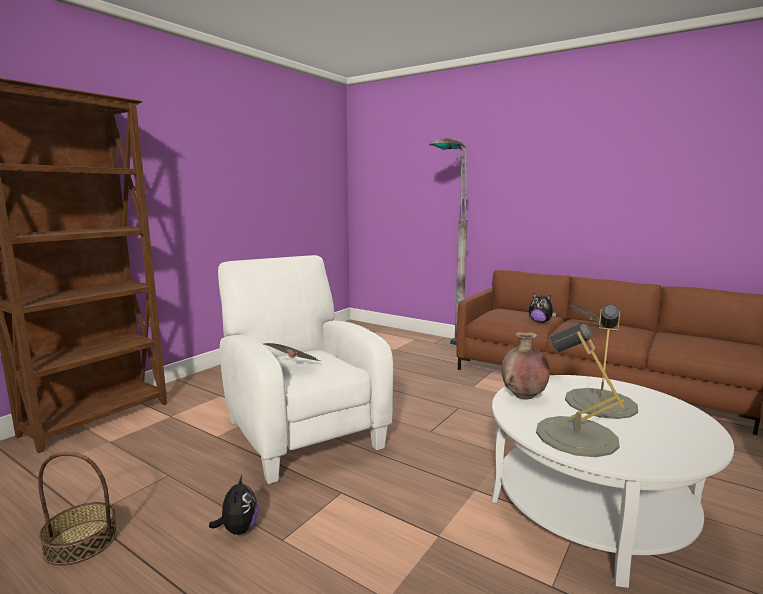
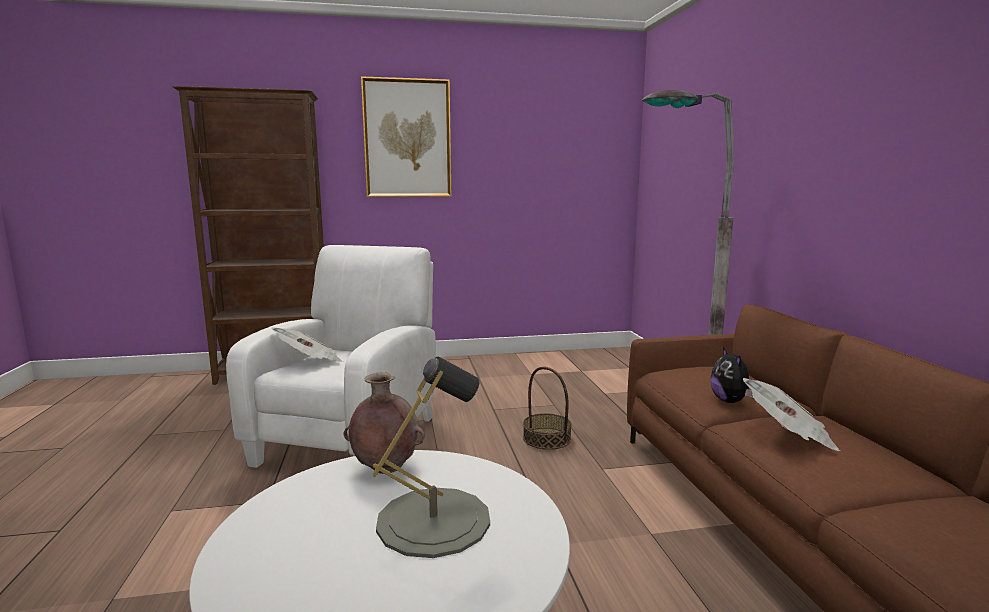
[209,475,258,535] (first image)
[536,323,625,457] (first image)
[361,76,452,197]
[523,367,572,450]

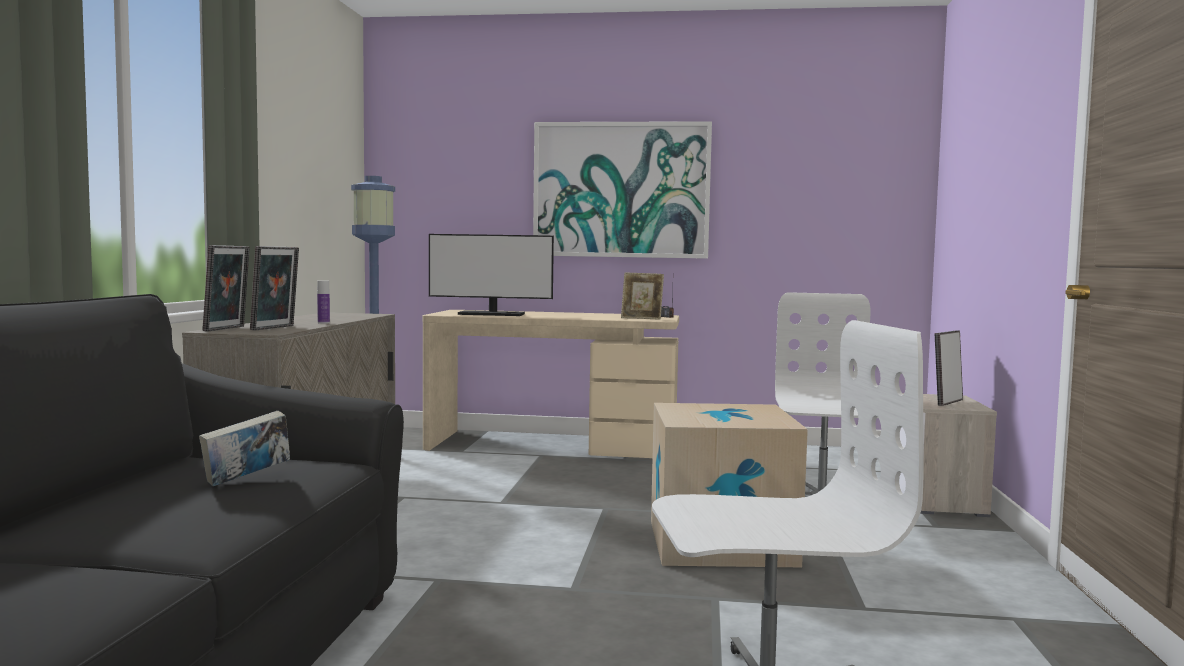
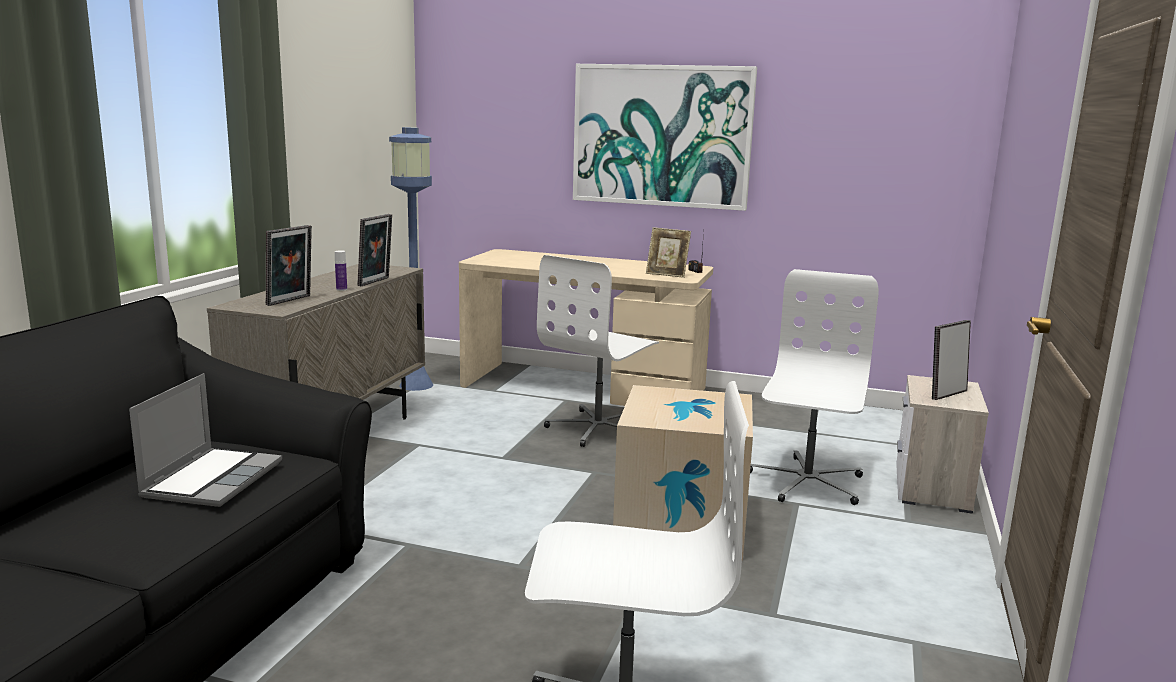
[429,234,554,316] (first image)
[537,255,659,447]
[357,214,392,286]
[129,373,282,507]

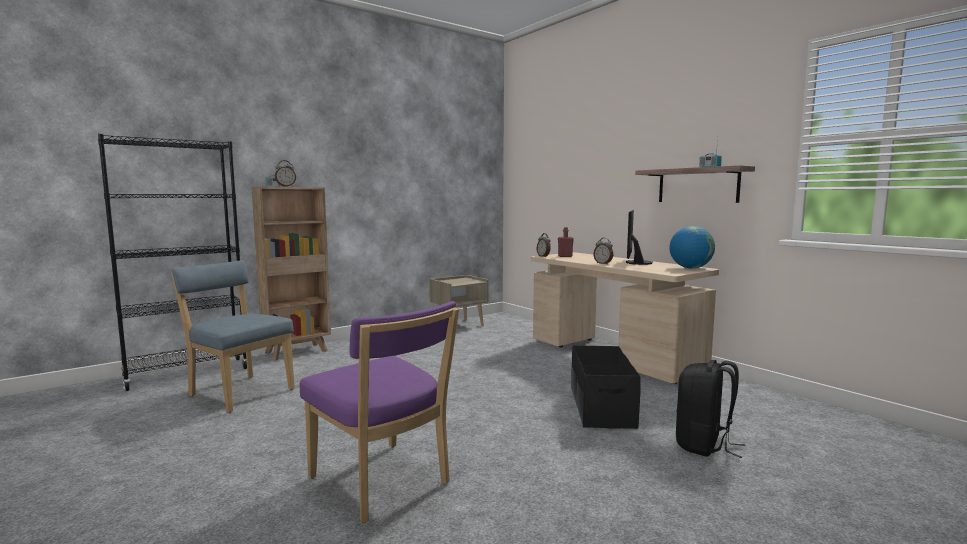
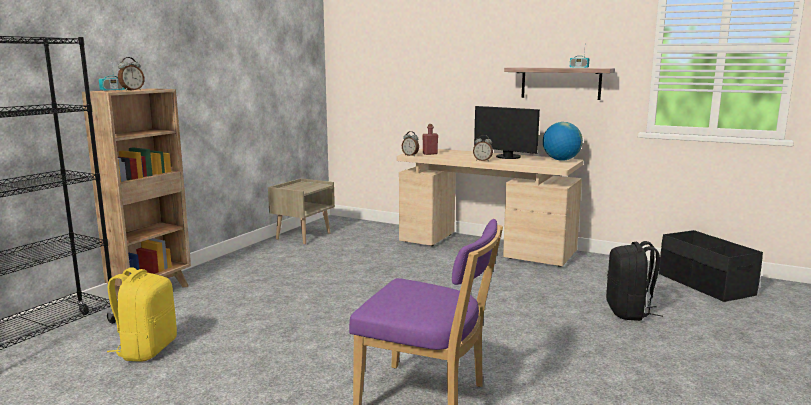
[659,230,763,302]
[107,268,177,362]
[474,106,540,159]

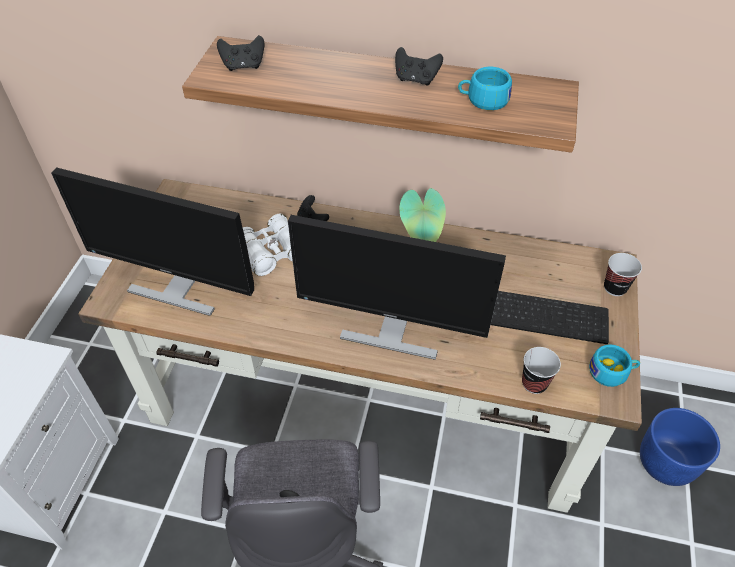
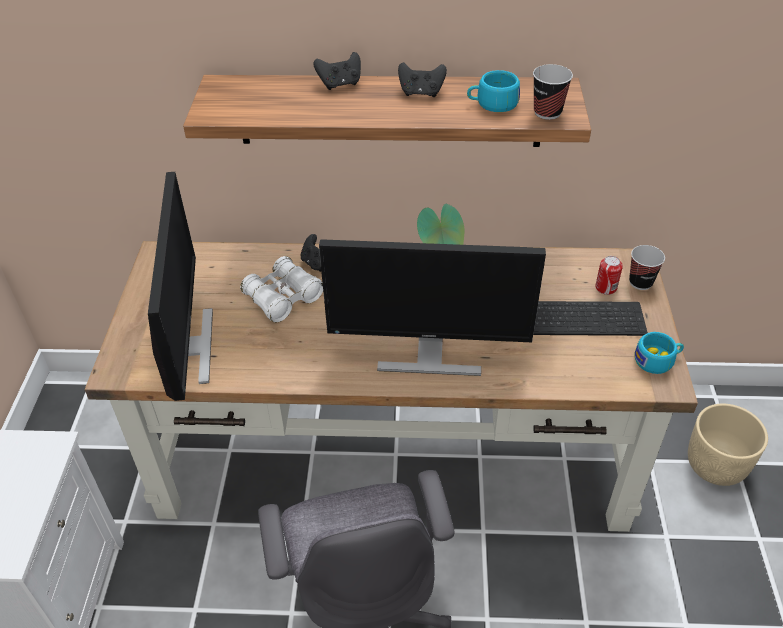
[595,256,623,295]
[313,52,361,90]
[533,64,573,120]
[688,404,768,486]
[148,172,213,401]

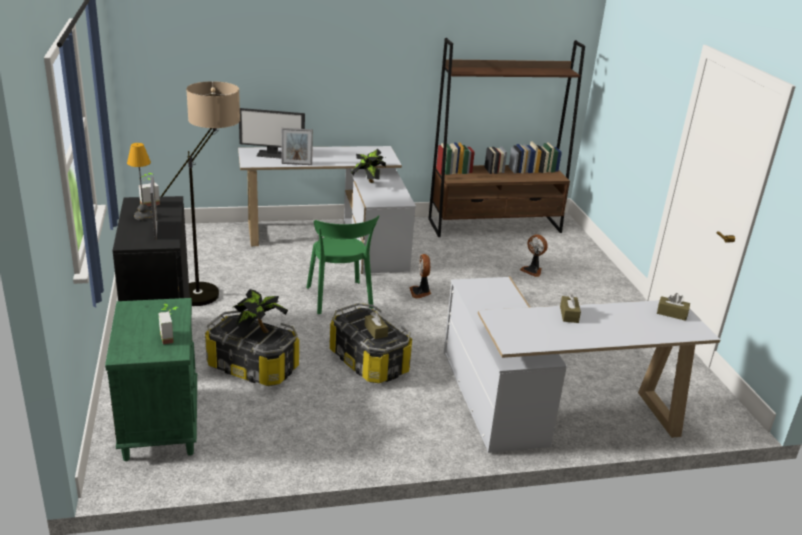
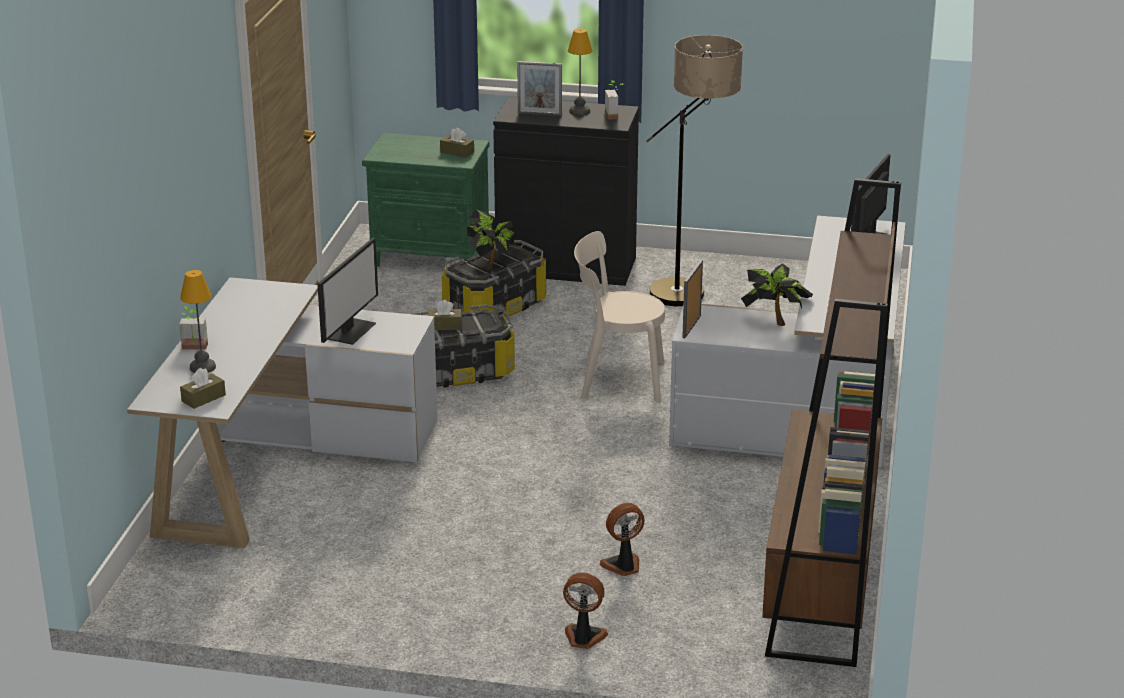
[180,270,216,373]
[317,238,378,345]
[179,306,208,350]
[682,260,703,338]
[563,573,608,649]
[440,128,474,158]
[574,231,665,402]

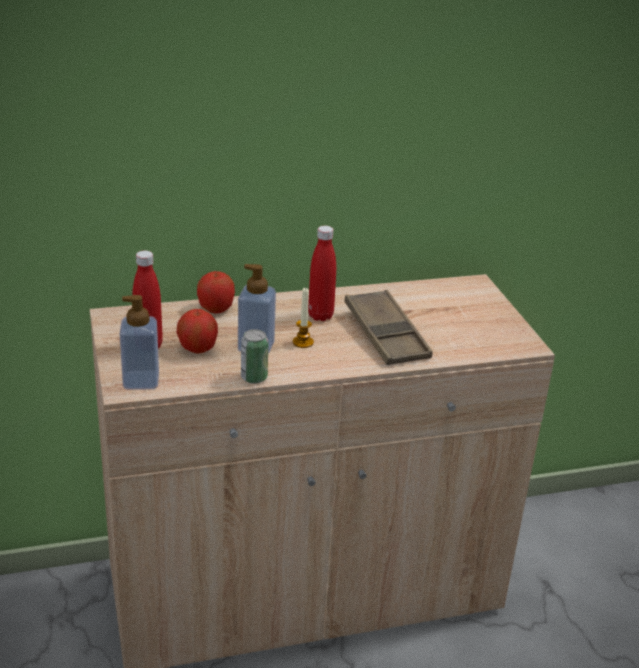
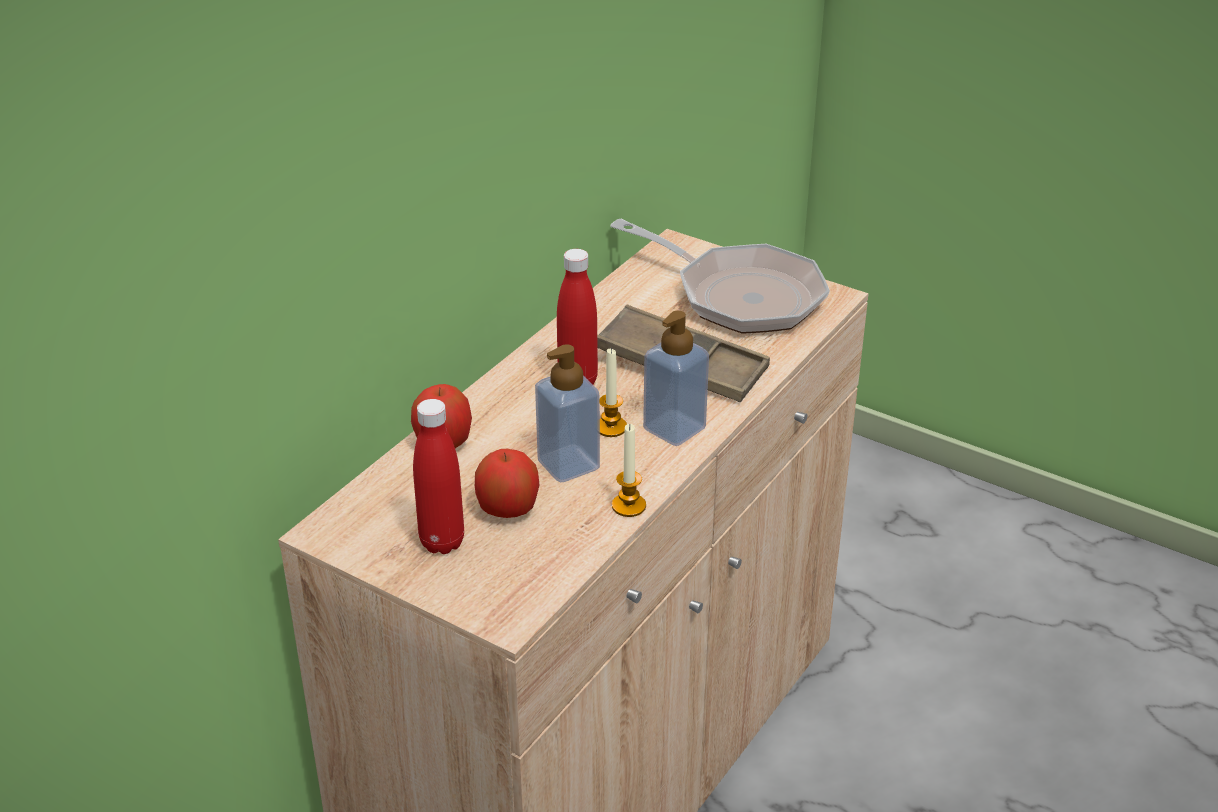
[610,219,830,334]
[643,311,709,446]
[612,424,646,517]

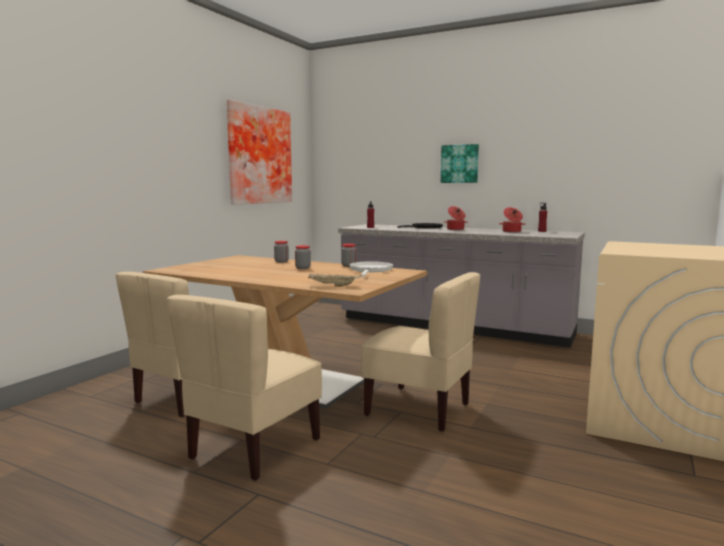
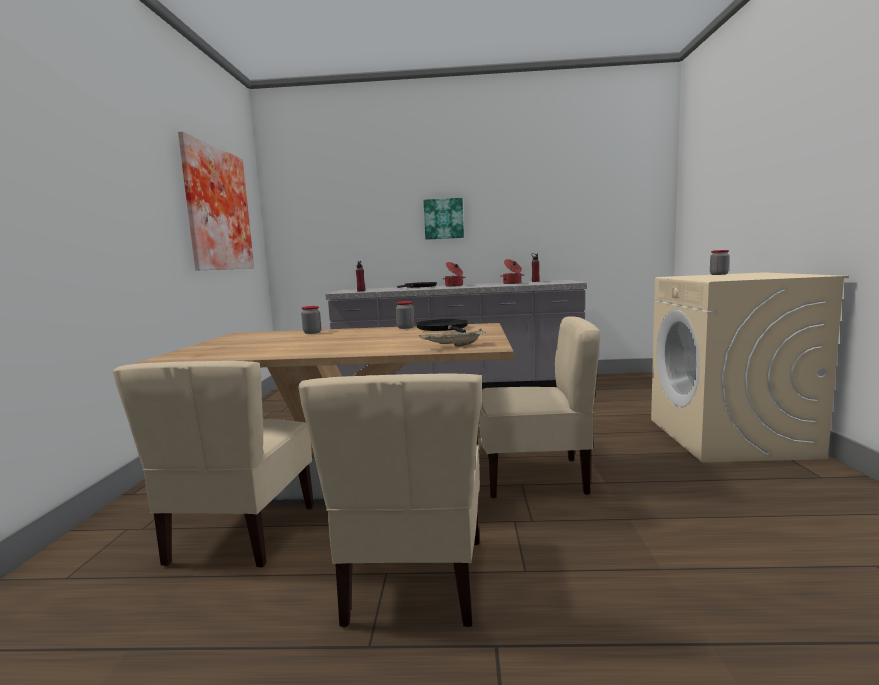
[710,250,729,275]
[416,319,468,332]

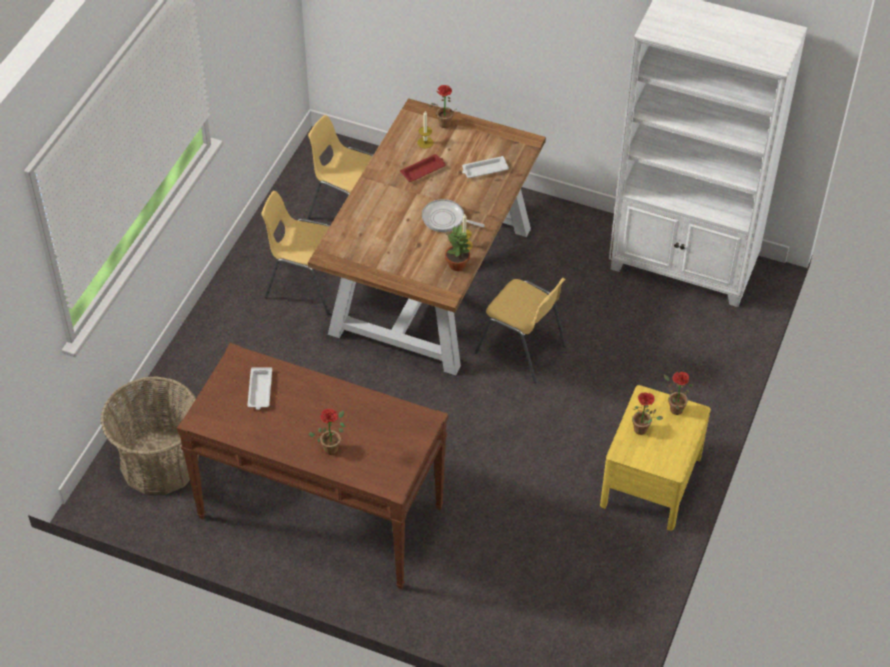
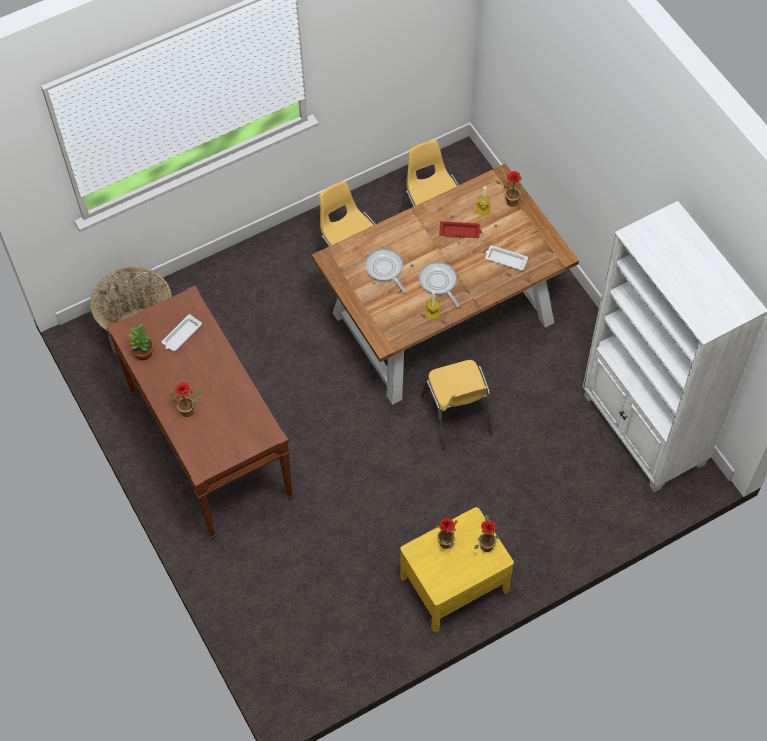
[365,249,406,293]
[128,324,154,360]

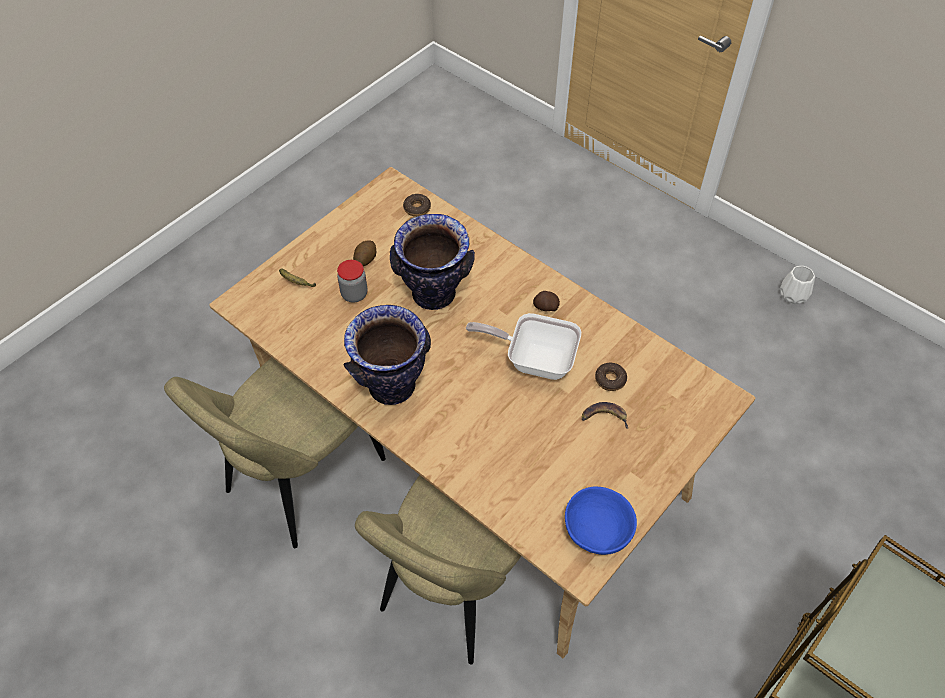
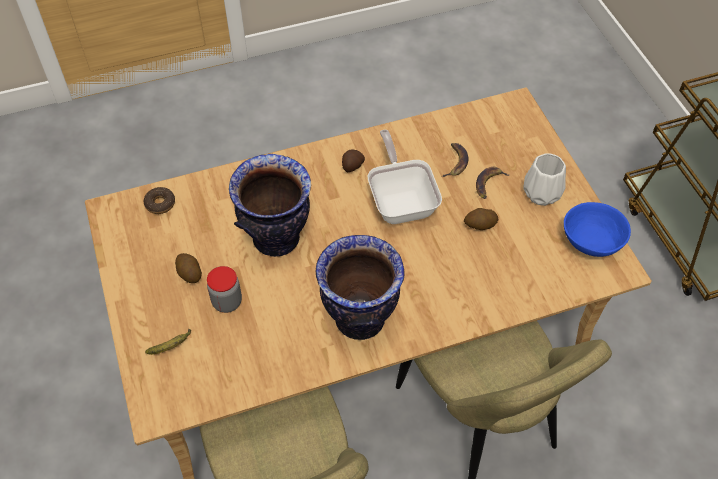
[464,208,498,230]
[523,153,566,206]
[442,143,469,177]
[367,130,442,224]

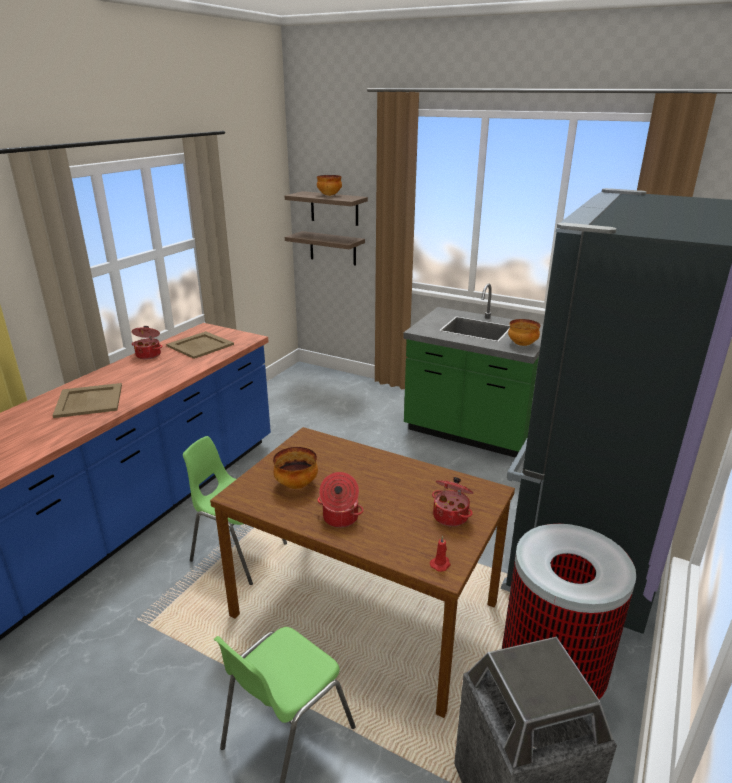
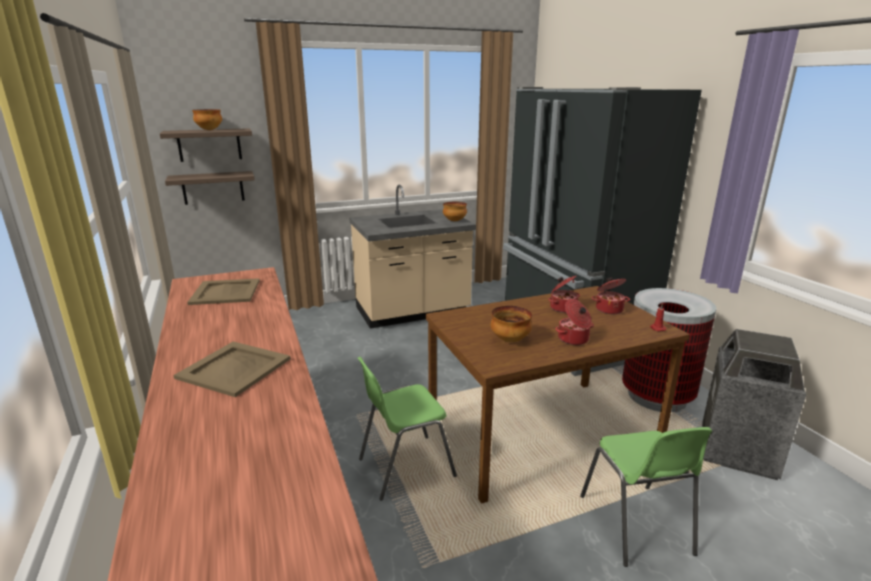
[548,276,580,313]
[349,185,476,329]

